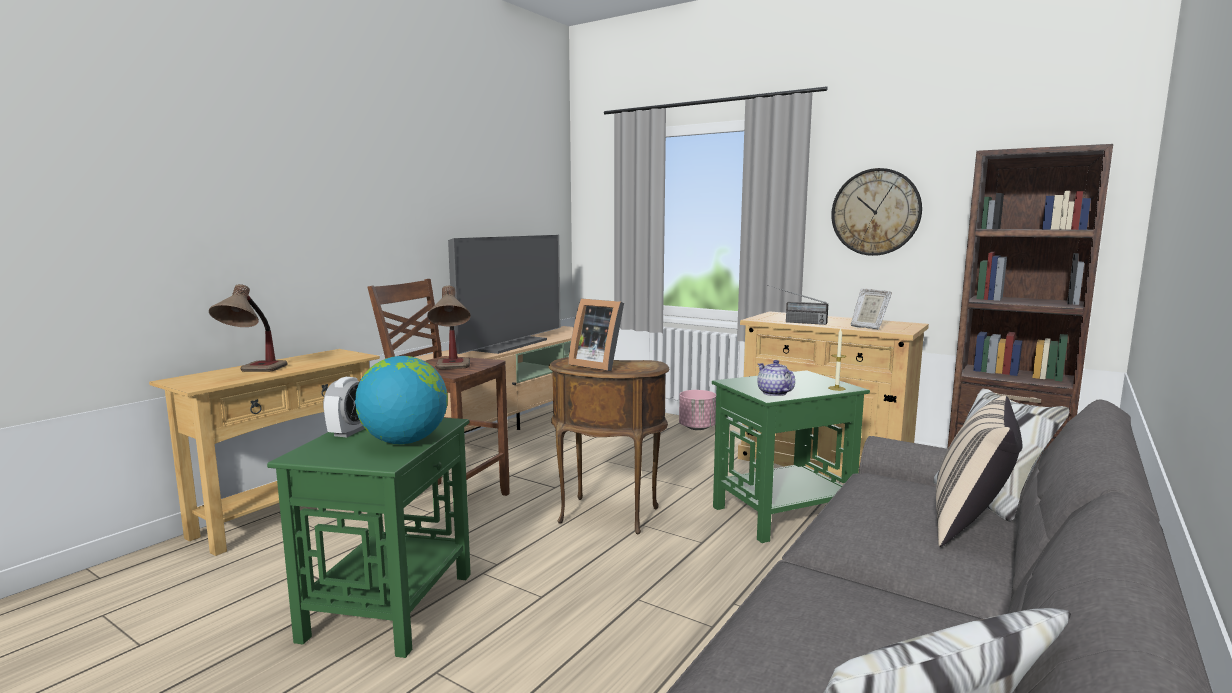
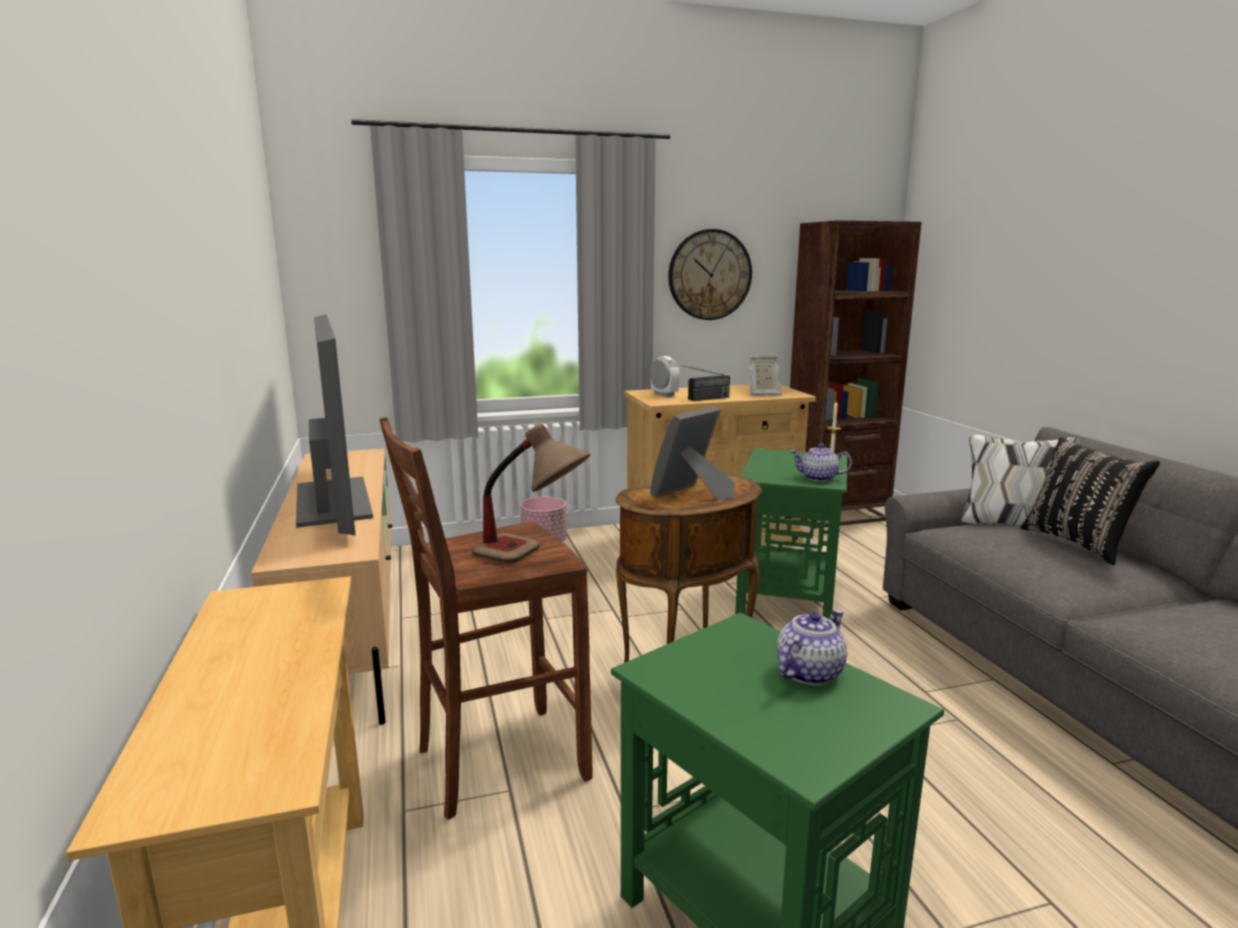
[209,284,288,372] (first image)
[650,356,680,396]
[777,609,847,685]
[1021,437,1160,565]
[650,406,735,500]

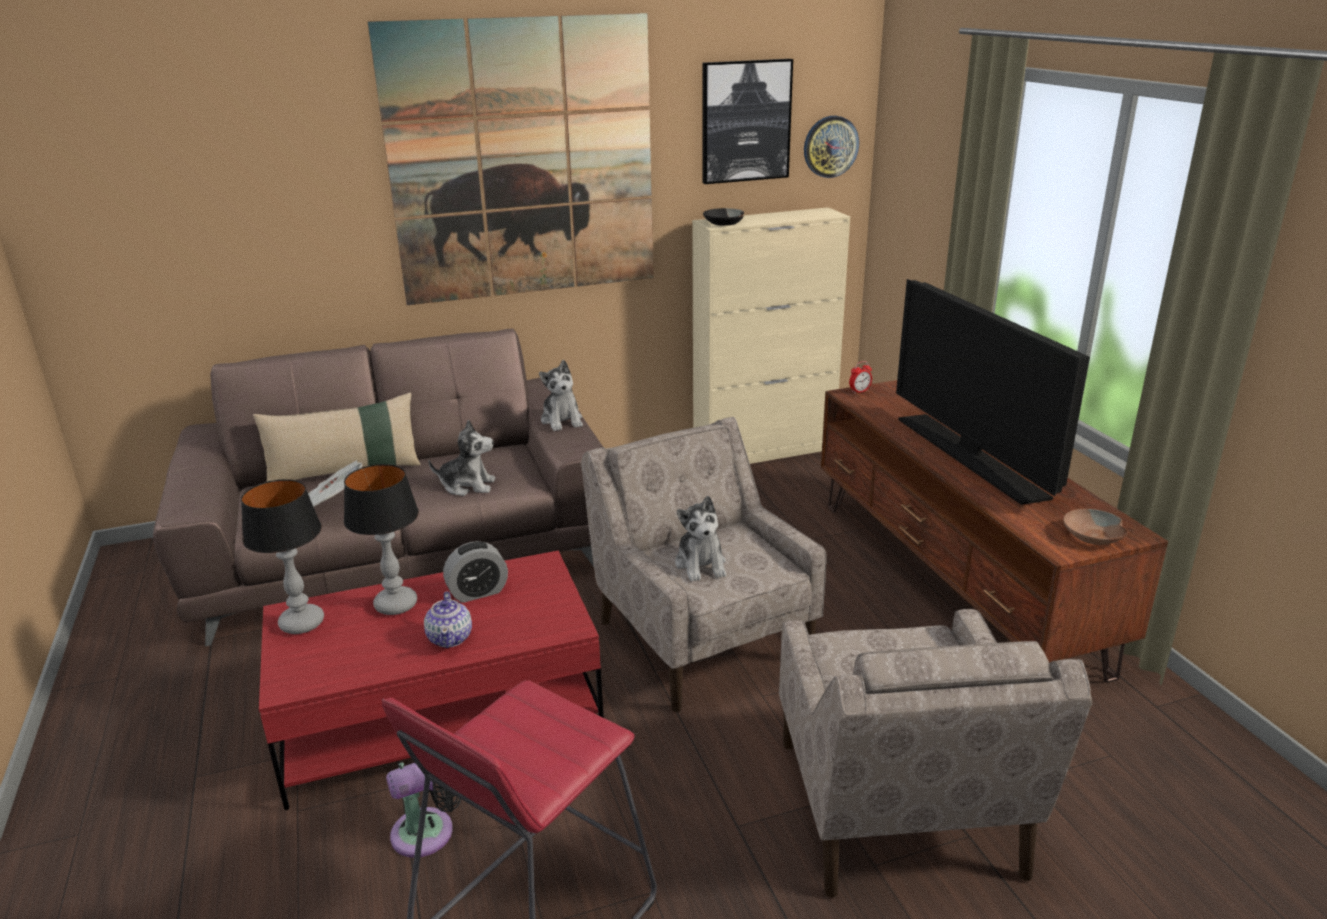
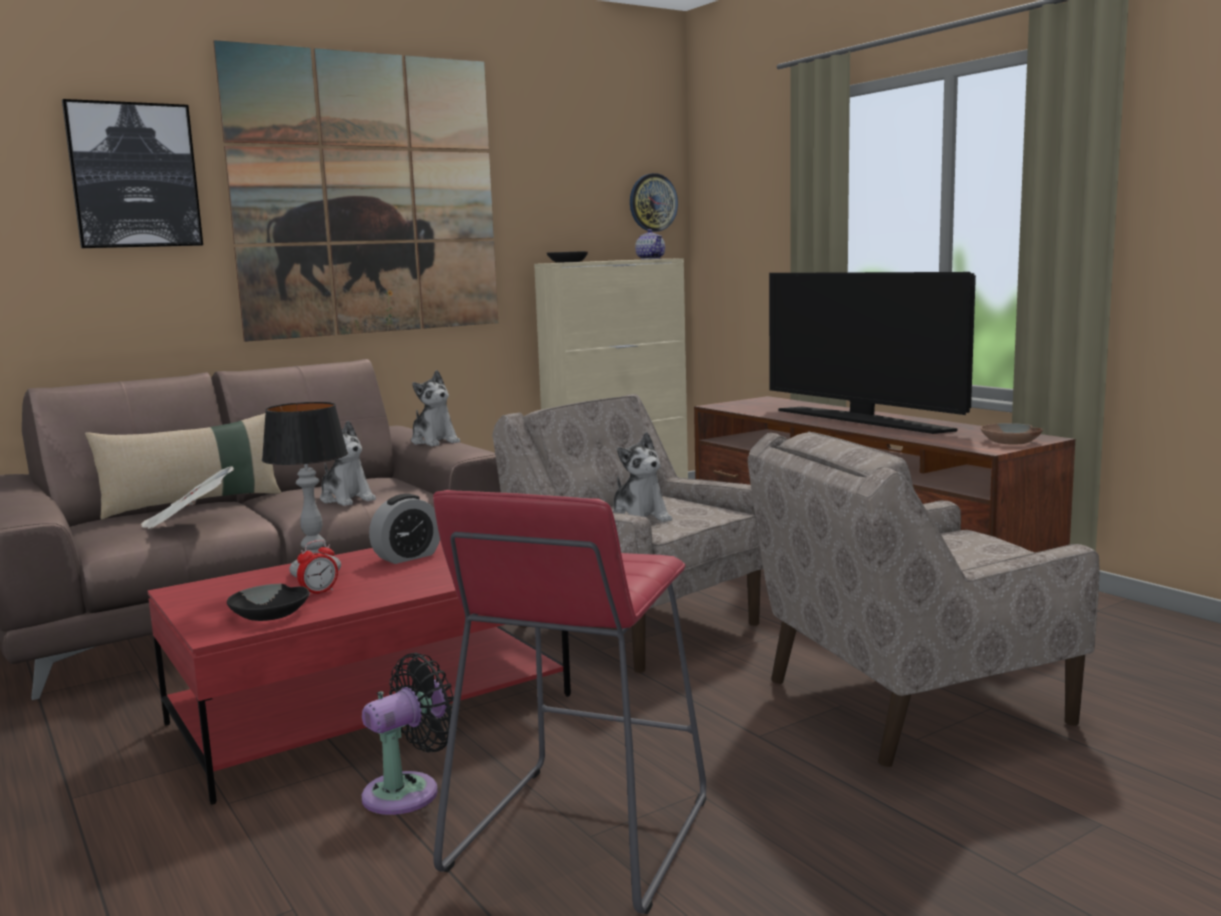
[241,479,324,634] (first image)
[227,584,309,621]
[635,229,665,259]
[62,99,203,248]
[297,540,338,597]
[320,421,376,506]
[748,432,1100,767]

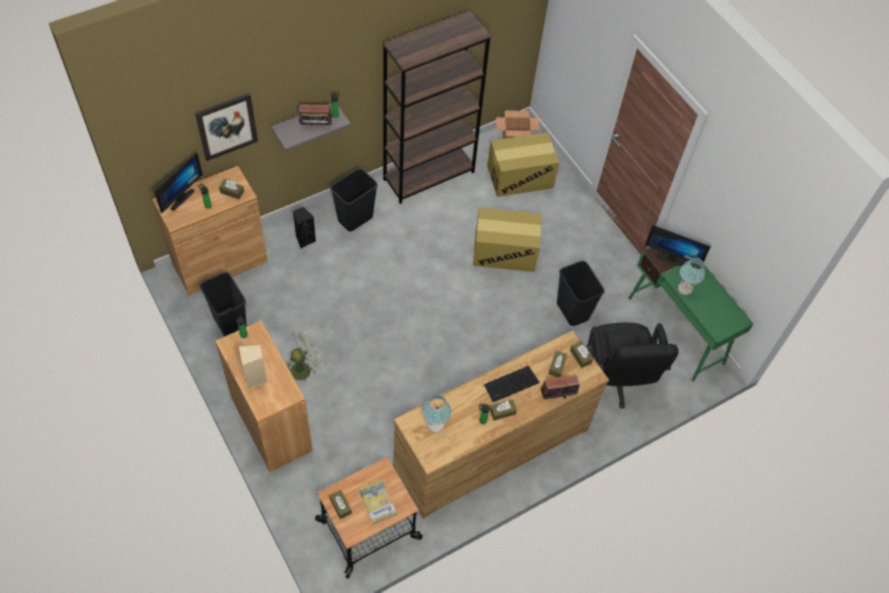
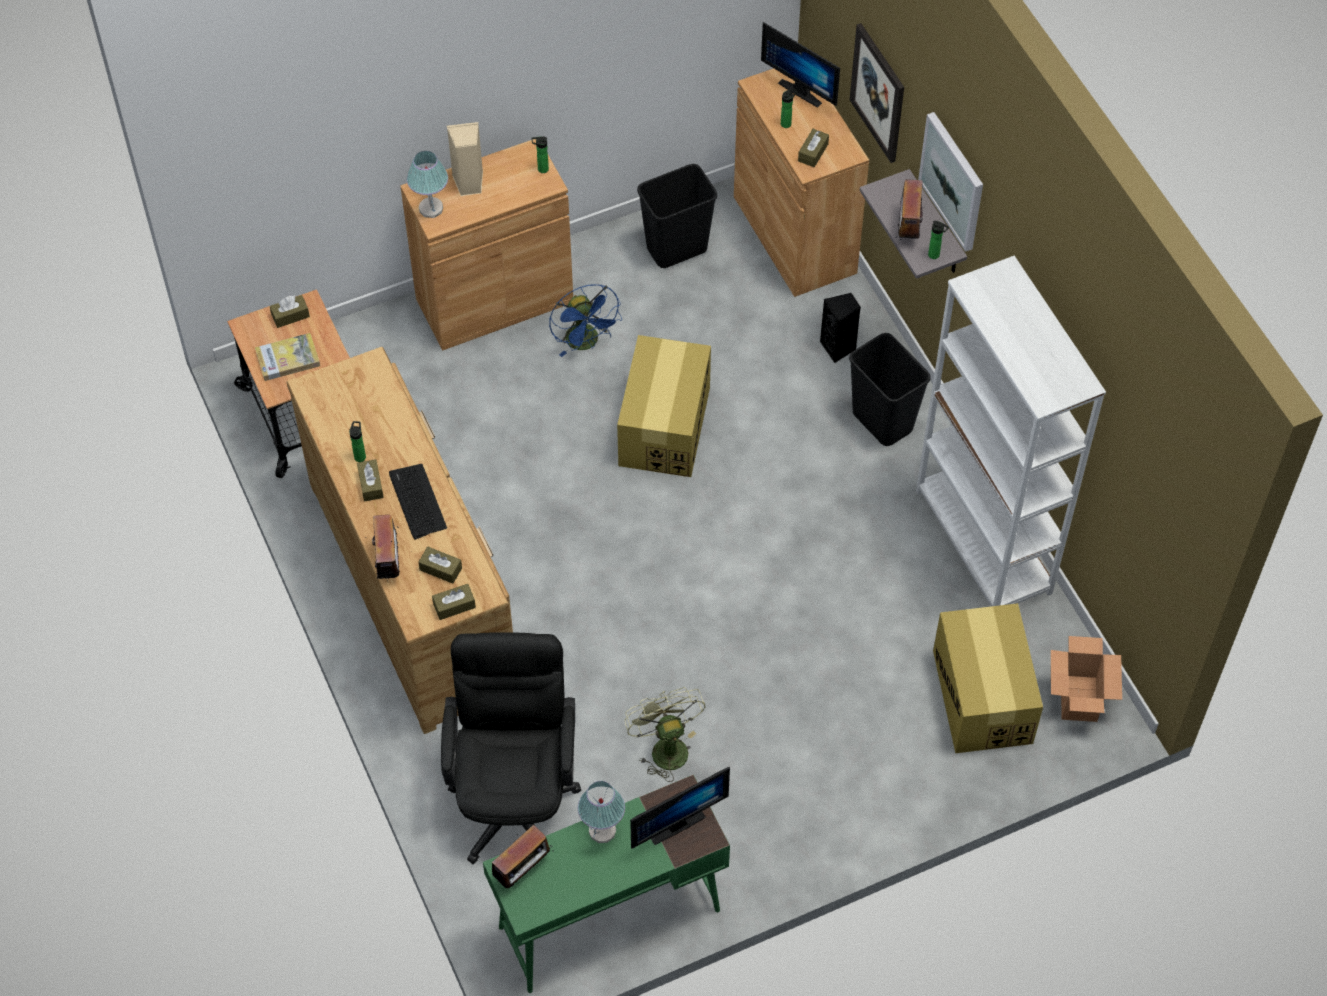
[492,825,554,888]
[918,112,983,252]
[407,151,448,218]
[617,335,711,477]
[625,687,706,782]
[549,284,622,357]
[916,256,1106,606]
[441,632,581,865]
[630,767,730,849]

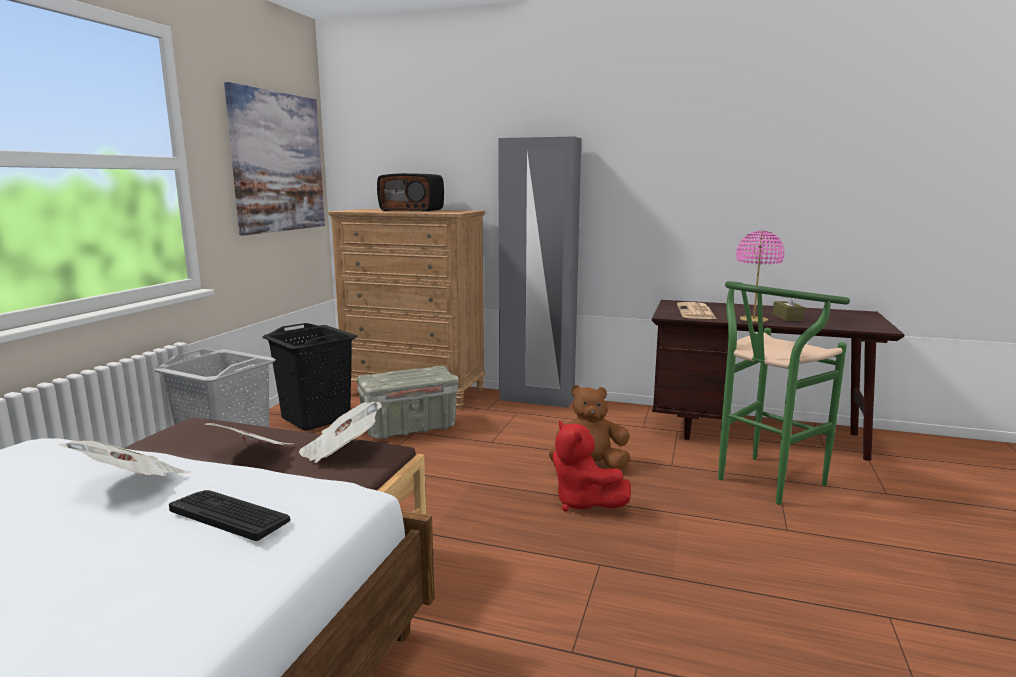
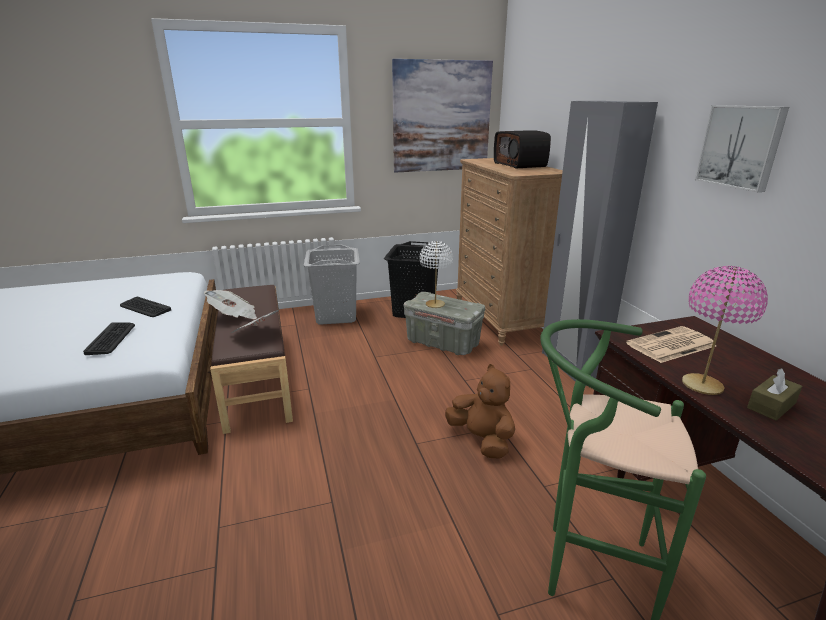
[552,421,631,511] (first image)
[420,241,453,308]
[695,105,789,192]
[120,297,171,317]

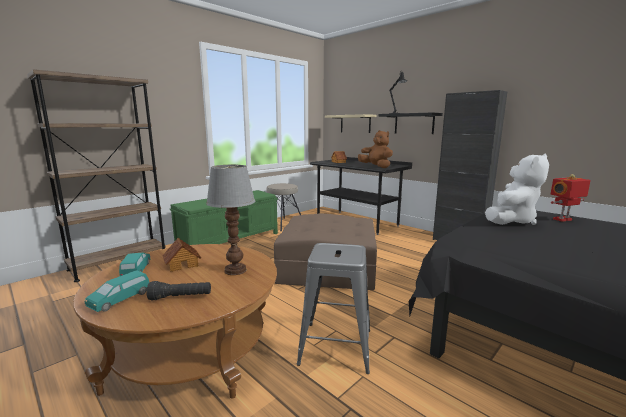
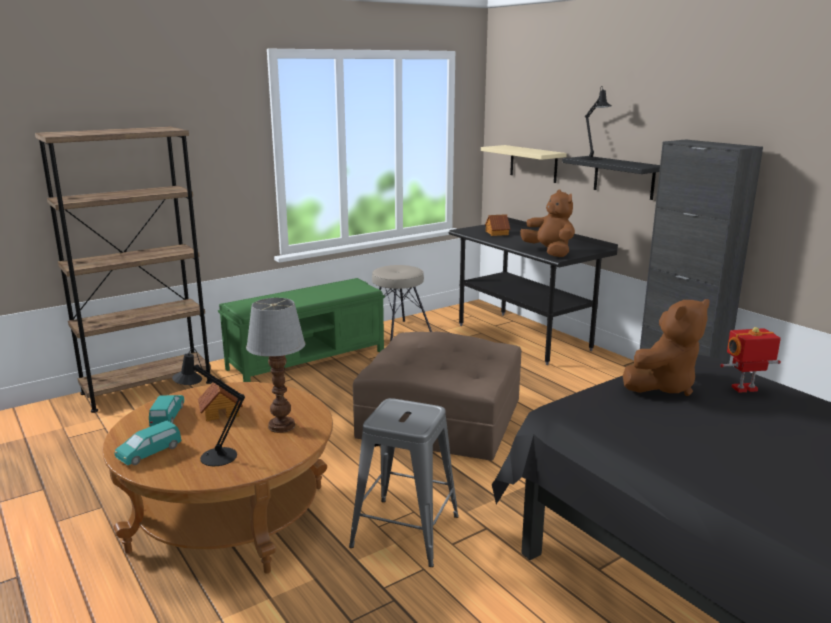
[172,348,245,466]
[623,299,710,396]

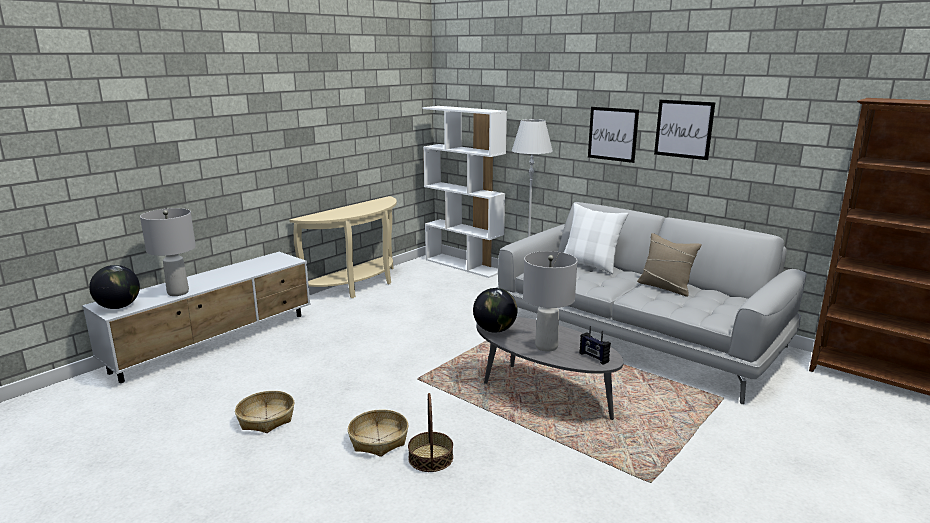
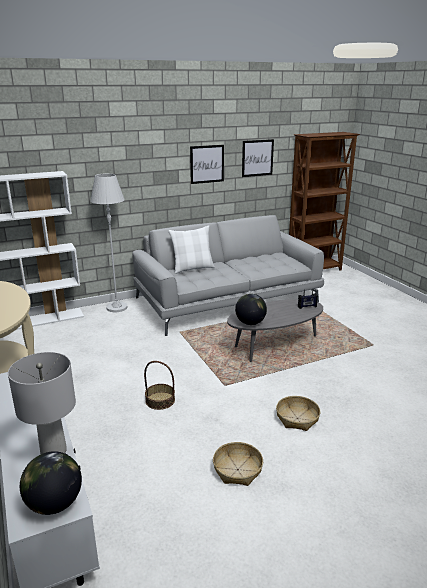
[523,251,577,352] (first image)
[637,233,702,296] (first image)
[144,361,175,410]
[242,139,274,177]

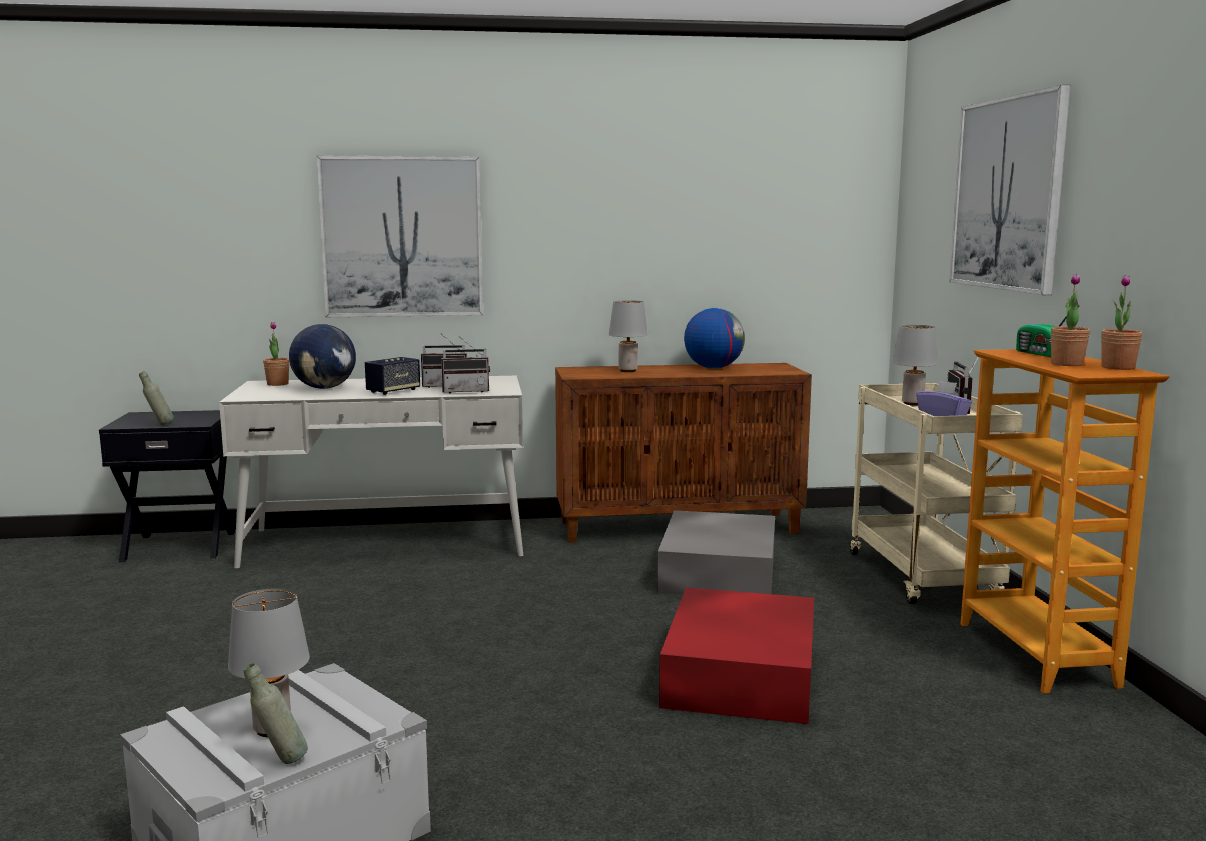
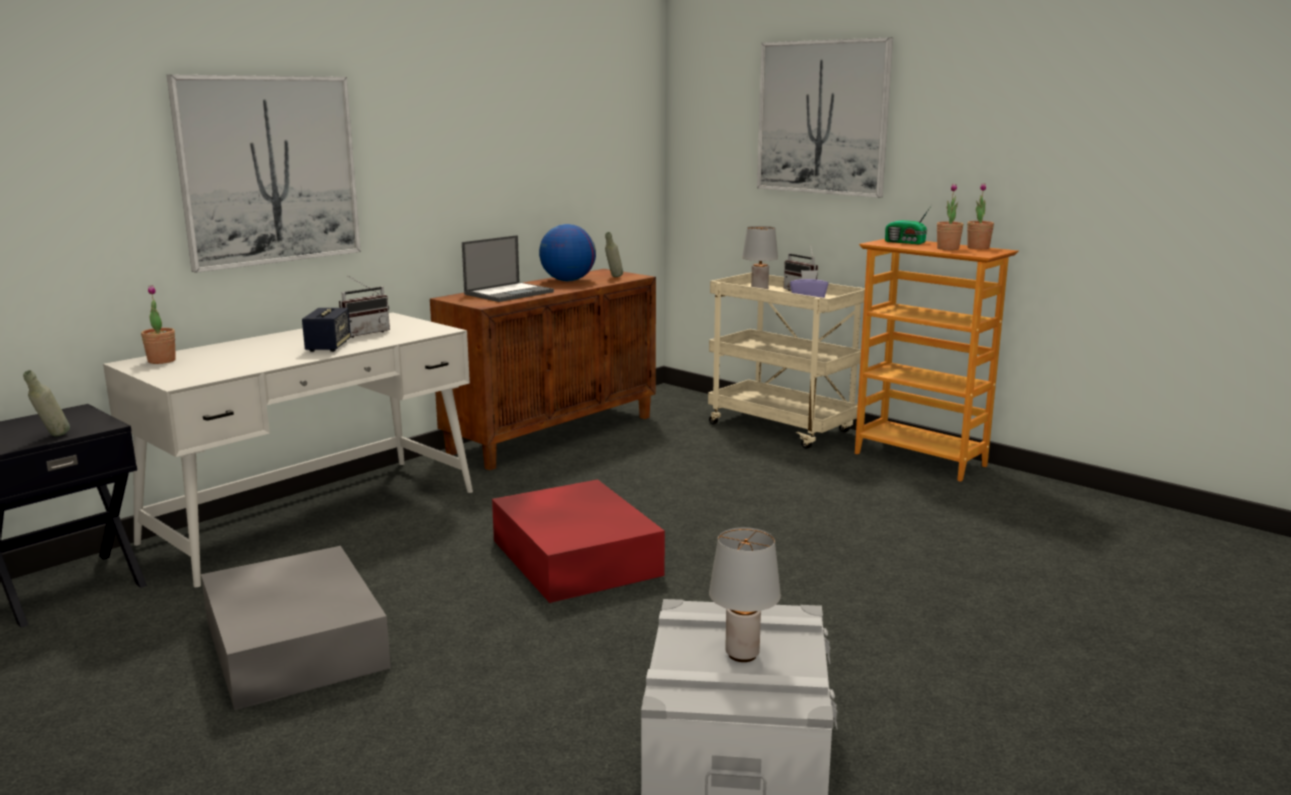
[289,324,356,389] (first image)
[441,336,490,394] (first image)
[605,232,623,277]
[201,546,391,710]
[492,480,665,603]
[462,235,554,302]

